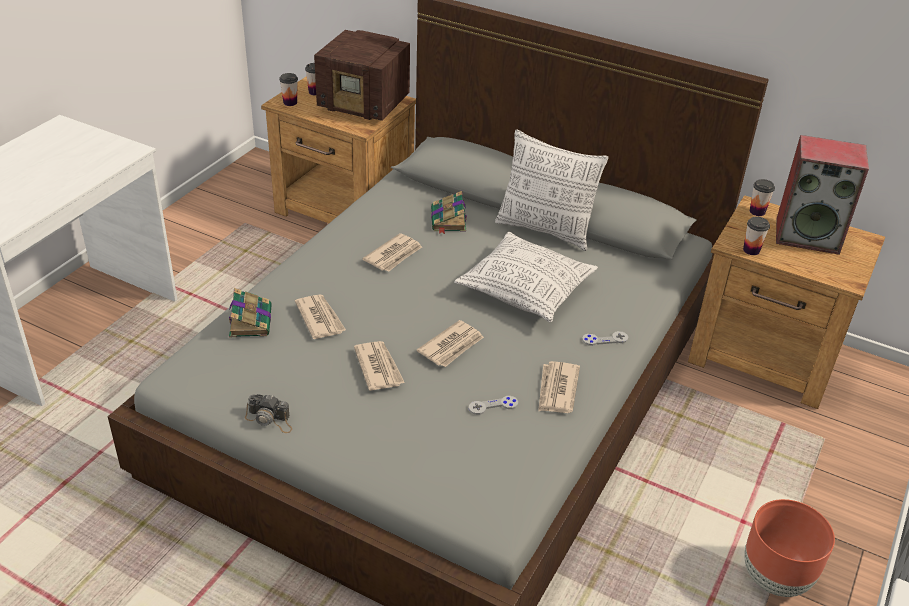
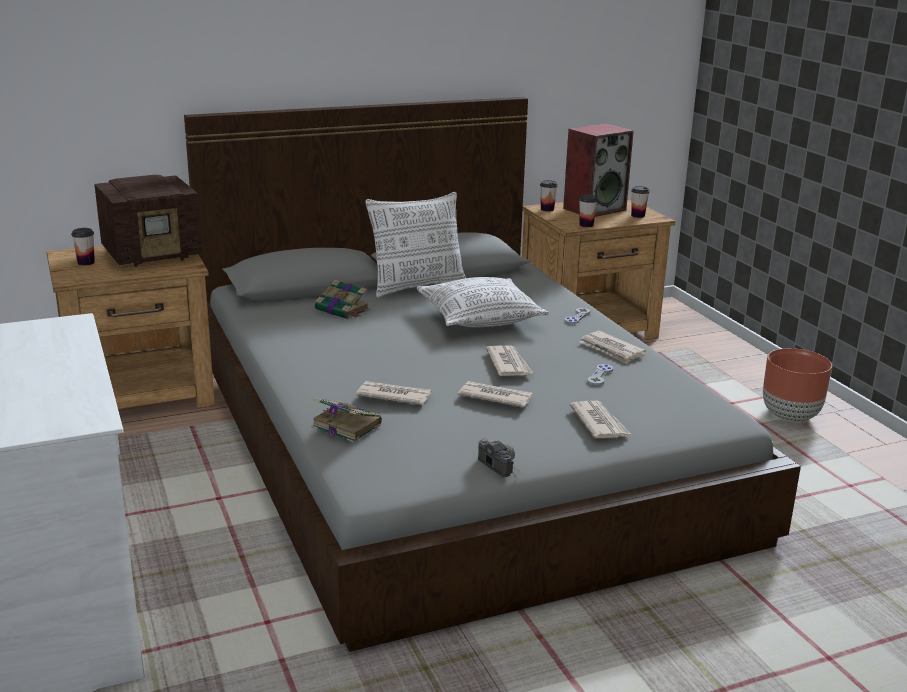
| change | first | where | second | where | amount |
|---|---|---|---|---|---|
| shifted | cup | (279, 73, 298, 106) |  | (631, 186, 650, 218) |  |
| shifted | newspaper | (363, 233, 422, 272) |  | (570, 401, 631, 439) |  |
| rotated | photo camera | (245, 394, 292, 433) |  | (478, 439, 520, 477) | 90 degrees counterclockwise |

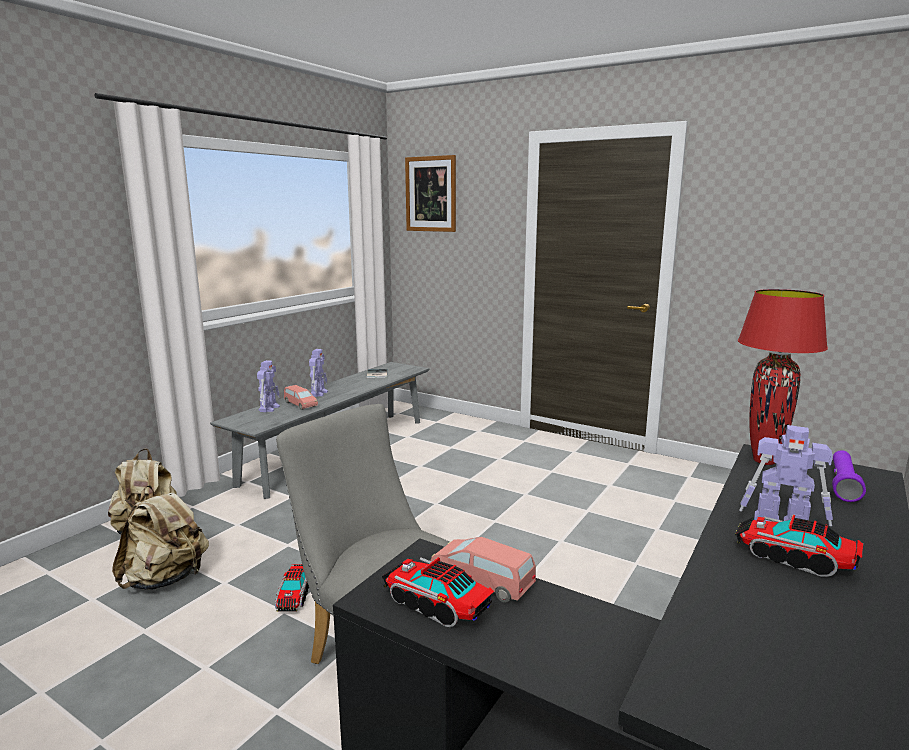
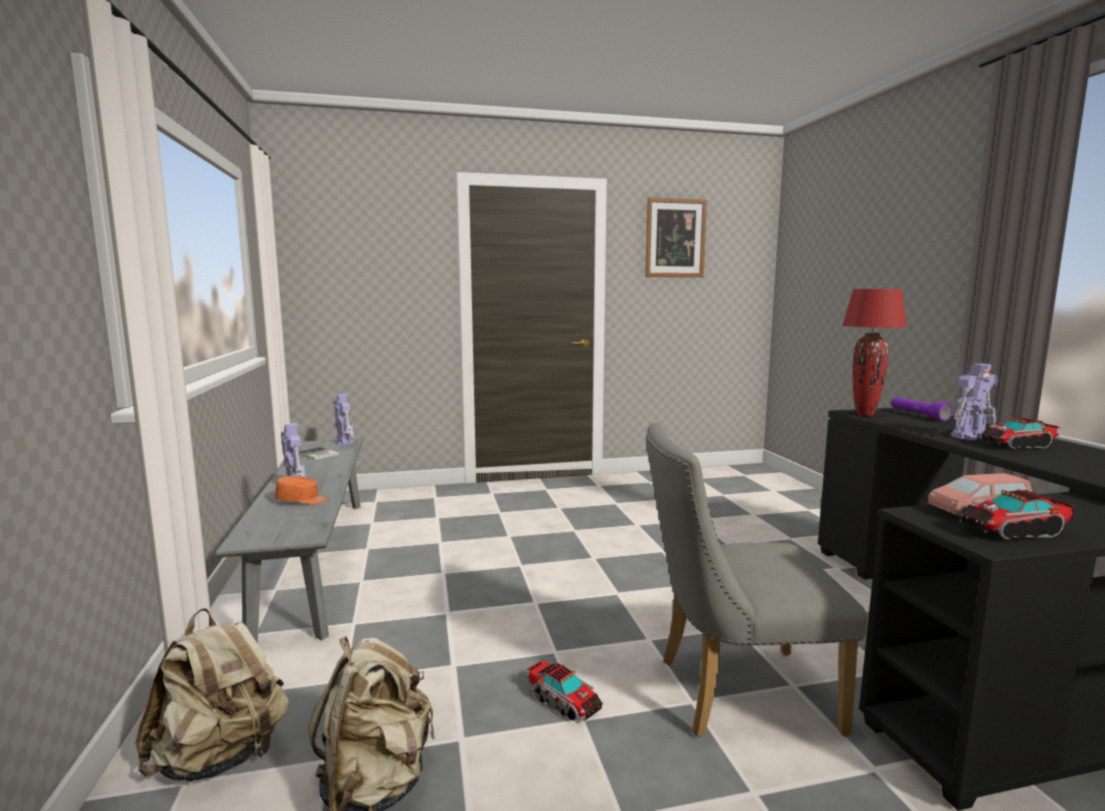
| change | first | where | second | where | amount |
|---|---|---|---|---|---|
| shifted | toy robot | (257, 360, 280, 412) |  | (333, 394, 354, 445) |  |
| shifted | picture | (405, 155, 456, 232) |  | (645, 197, 707, 277) |  |
| swapped | pink toy car | (284, 385, 318, 410) | orange cap | (275, 476, 327, 504) |  |

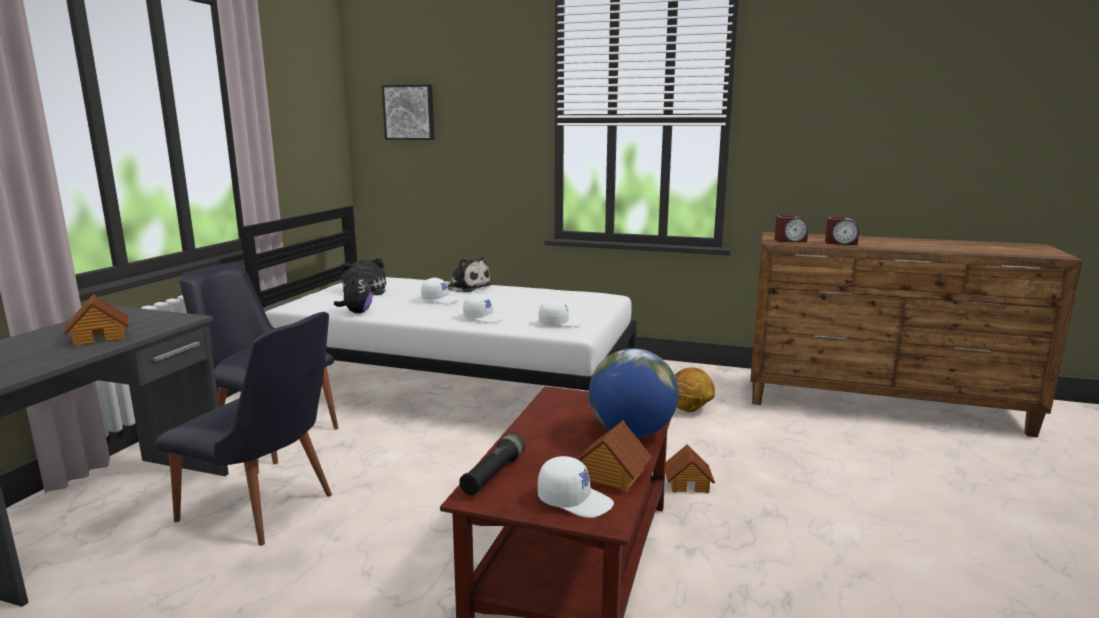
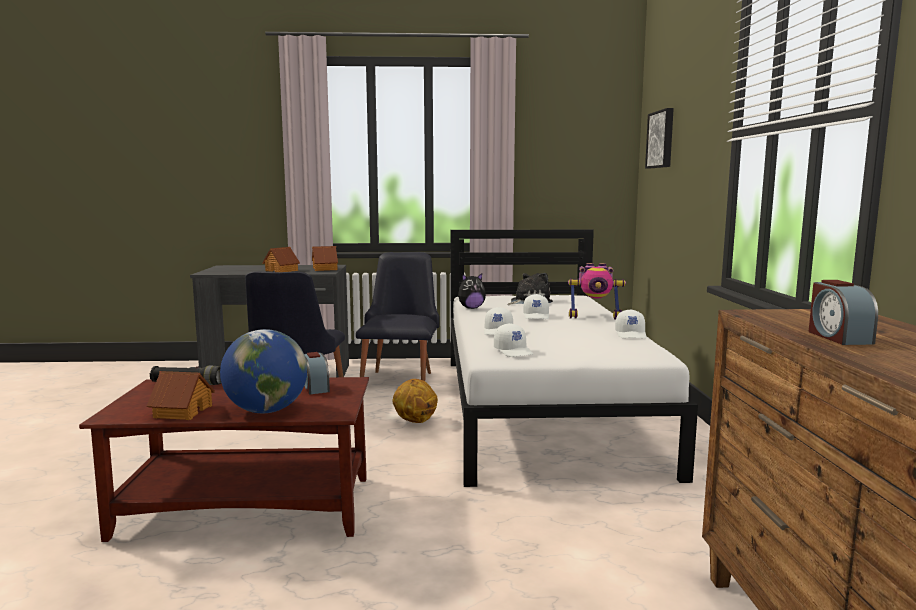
| change | first | where | second | where | amount |
|---|---|---|---|---|---|
| shifted | white cap | (538, 456, 614, 518) |  | (615, 309, 646, 339) |  |
| shifted | toy house | (665, 444, 715, 493) |  | (312, 246, 338, 271) |  |
| shifted | basketball | (675, 368, 715, 412) |  | (392, 379, 438, 423) |  |
| shifted | alarm clock | (774, 215, 808, 242) |  | (304, 352, 330, 395) |  |
| swapped | plush toy | (446, 257, 492, 292) | toy robot | (568, 263, 626, 319) |  |

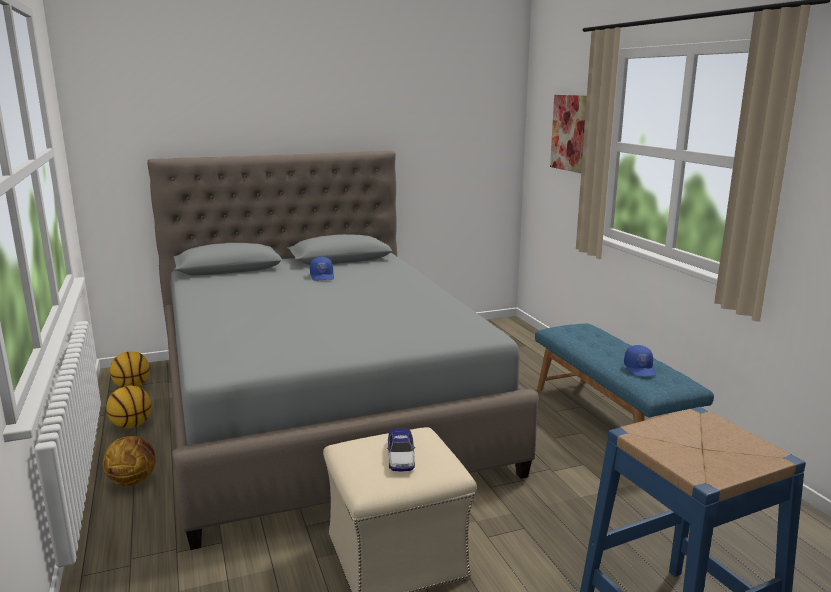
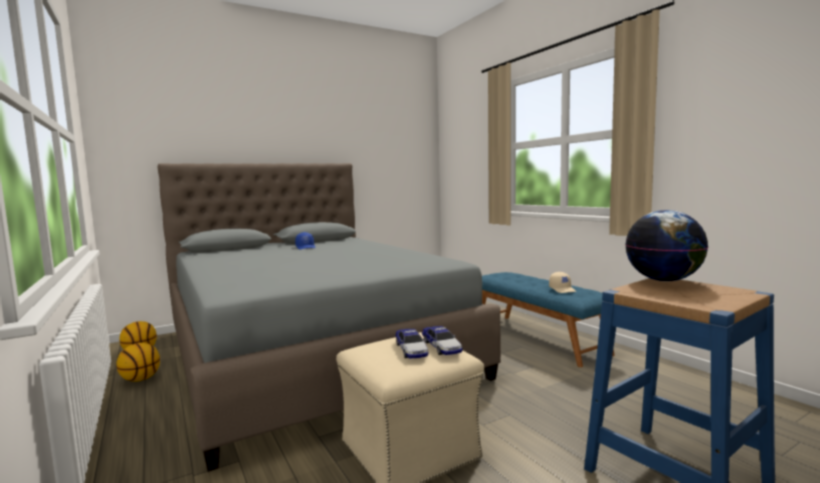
| change | first | where | second | where | amount |
|---|---|---|---|---|---|
| gone | basketball | (103, 436, 155, 486) |  |  |  |
| gone | picture | (550, 95, 587, 173) |  |  |  |
| new |  |  | toy car | (422, 326, 463, 355) |  |
| new |  |  | globe | (625, 210, 708, 281) |  |
| repainted | blue cap | (624, 345, 656, 377) | beige cap | (549, 272, 576, 293) |  |

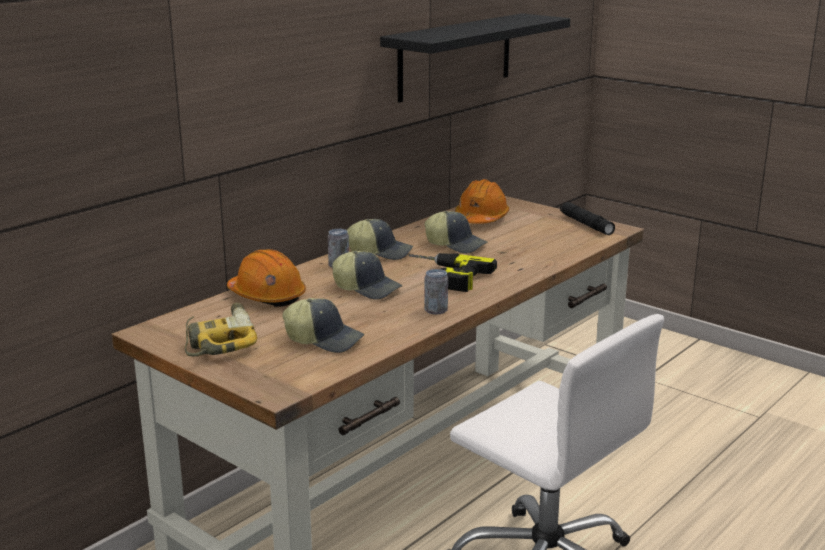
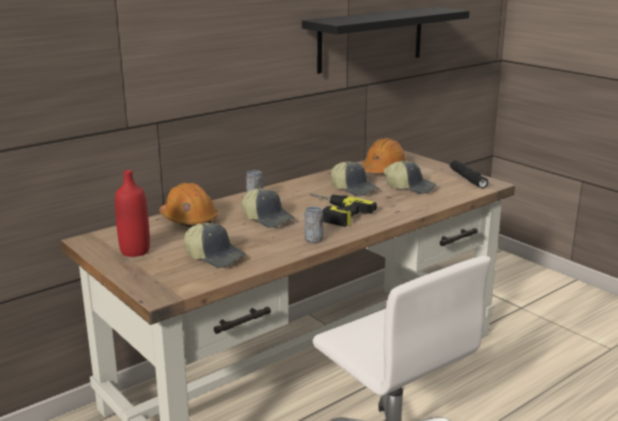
| change | first | where | second | where | amount |
|---|---|---|---|---|---|
| shifted | cap | (347, 219, 413, 260) |  | (384, 161, 437, 194) |  |
| swapped | power drill | (185, 302, 257, 356) | red bottle | (115, 170, 150, 257) |  |

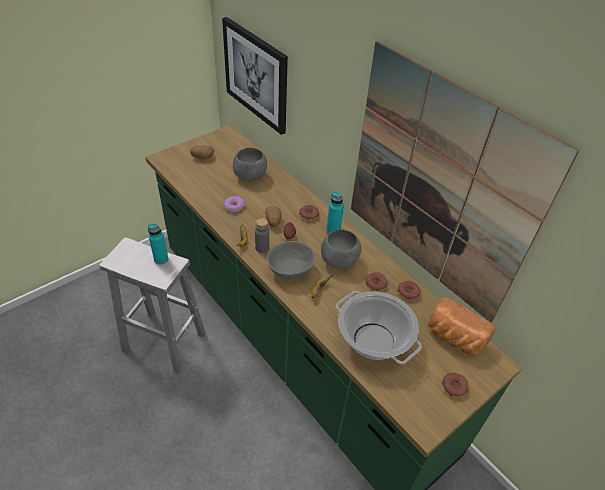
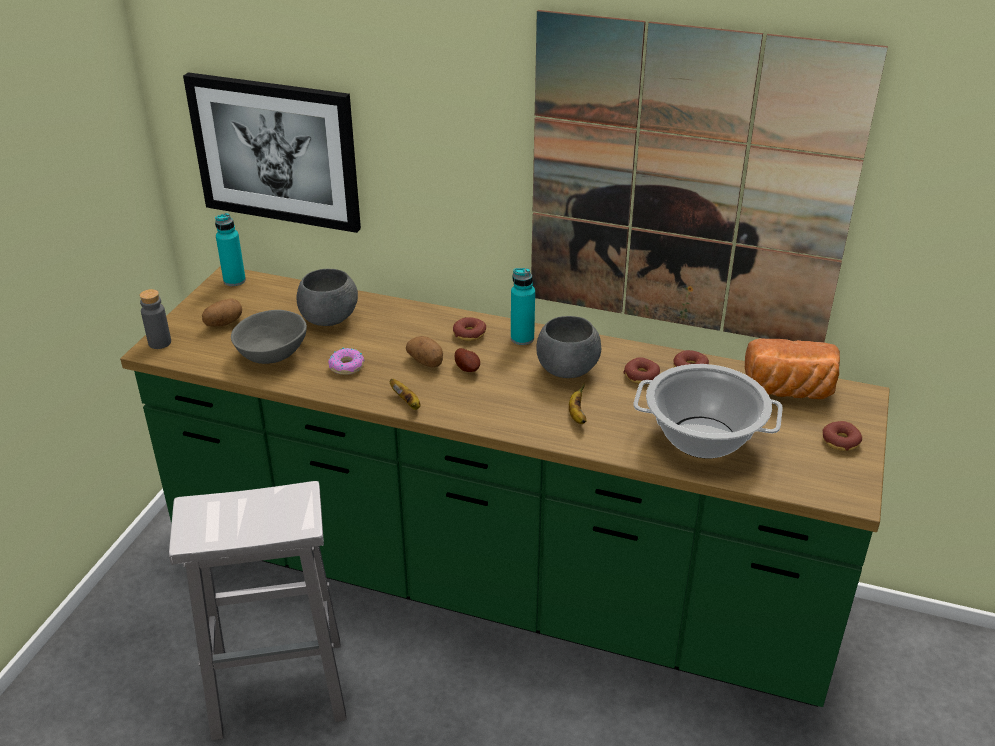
| change | first | where | second | where | amount |
|---|---|---|---|---|---|
| shifted | turquoise bottle | (148, 224, 168, 265) |  | (215, 213, 246, 286) |  |
| shifted | grey bottle | (255, 218, 269, 253) |  | (139, 289, 171, 349) |  |
| shifted | grey bowl | (267, 241, 315, 279) |  | (231, 310, 307, 364) |  |

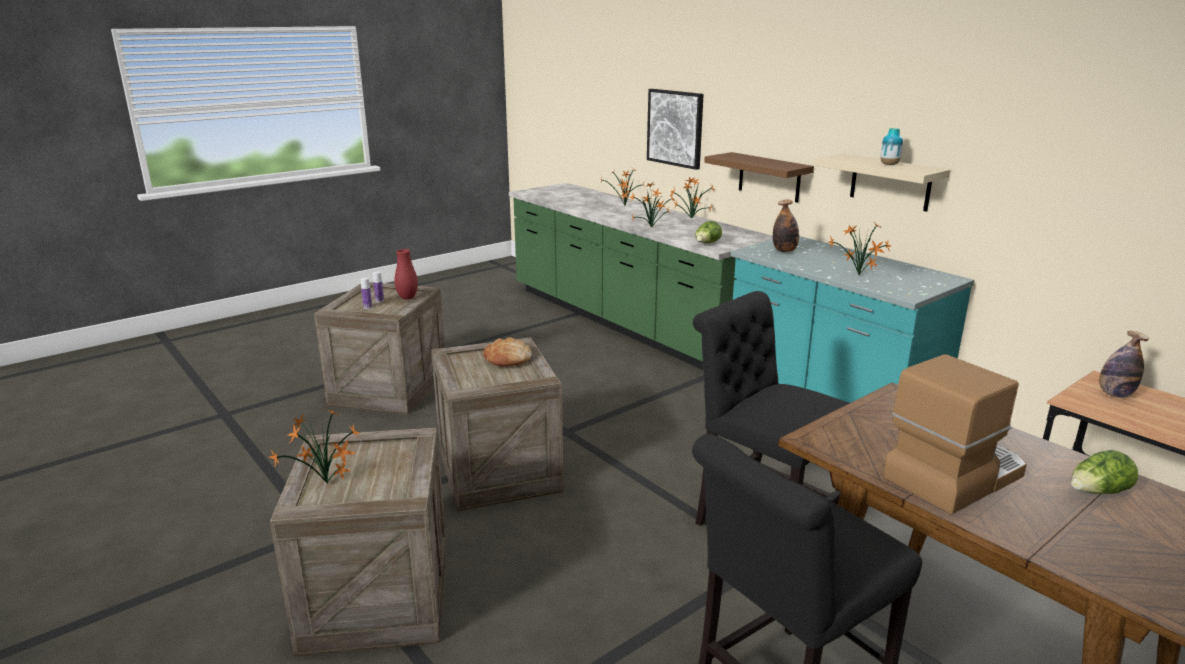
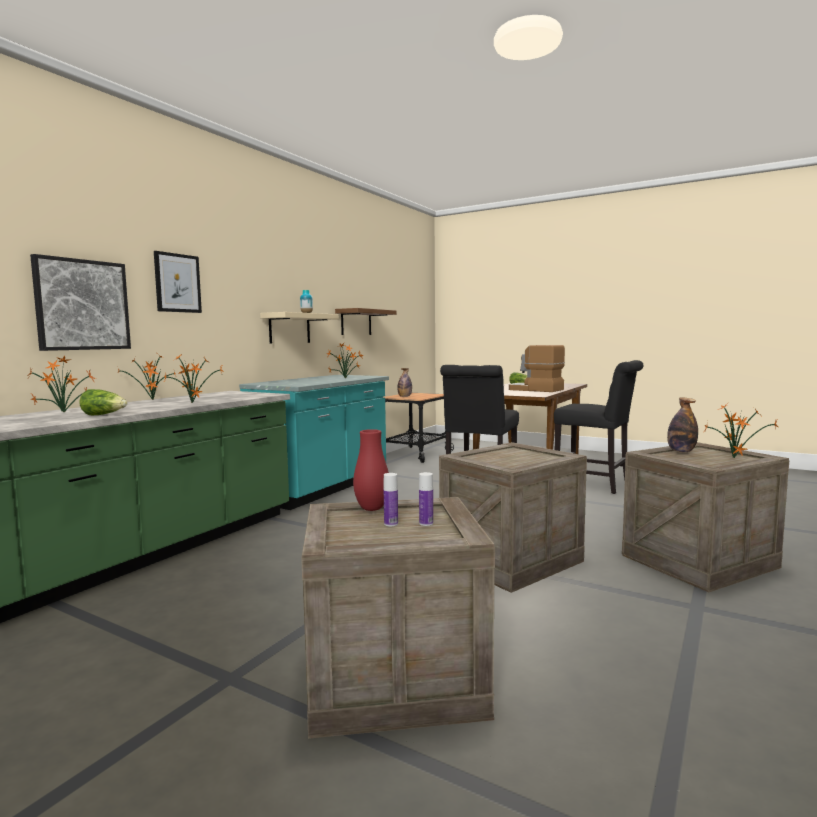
| change | first | where | second | where | amount |
|---|---|---|---|---|---|
| gone | bread | (483, 338, 532, 366) |  |  |  |
| new |  |  | picture | (154, 251, 202, 313) |  |
| shifted | lettuce | (695, 221, 722, 243) |  | (79, 389, 127, 415) |  |
| shifted | brown shelf | (704, 152, 814, 203) |  | (335, 308, 397, 335) |  |
| shifted | bottle | (773, 200, 799, 252) |  | (667, 398, 698, 452) |  |

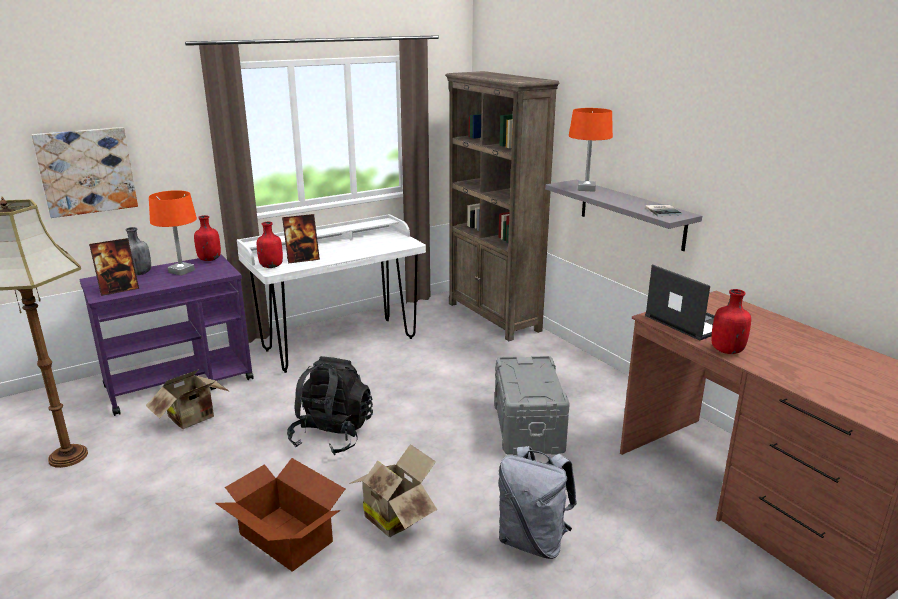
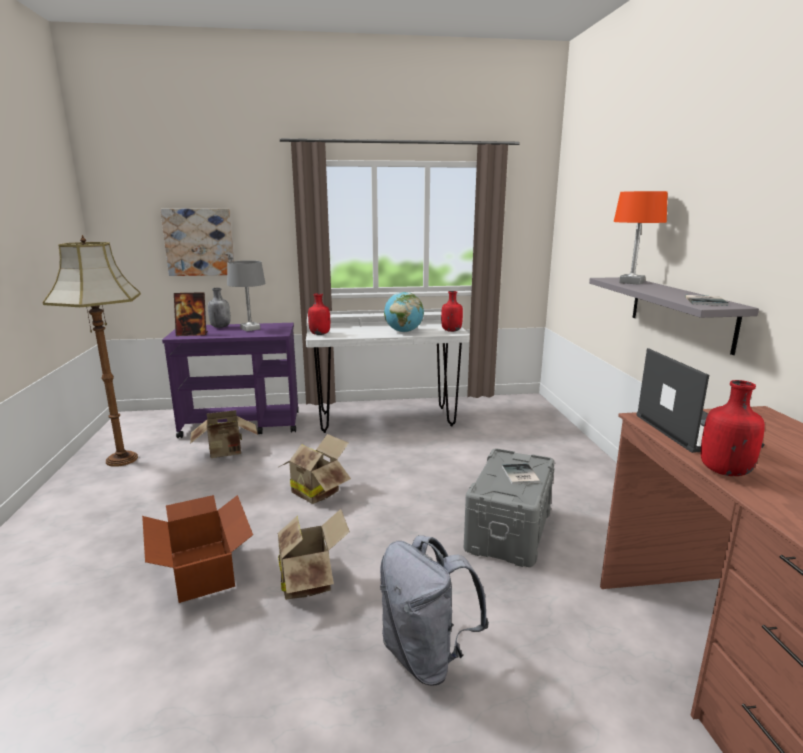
| change | first | where | second | where | amount |
|---|---|---|---|---|---|
| gone | picture frame | (282, 214, 320, 263) |  |  |  |
| gone | brown bookcase | (445, 71, 559, 341) |  |  |  |
| new |  |  | globe | (384, 292, 424, 332) |  |
| new |  |  | book | (502, 464, 540, 484) |  |
| shifted | red bottle | (194, 215, 221, 261) |  | (441, 291, 463, 332) |  |
| swapped | black backpack | (287, 356, 373, 455) | cardboard box | (279, 434, 351, 504) |  |
| repainted | orange table lamp | (149, 190, 197, 276) | grey table lamp | (227, 260, 266, 331) |  |

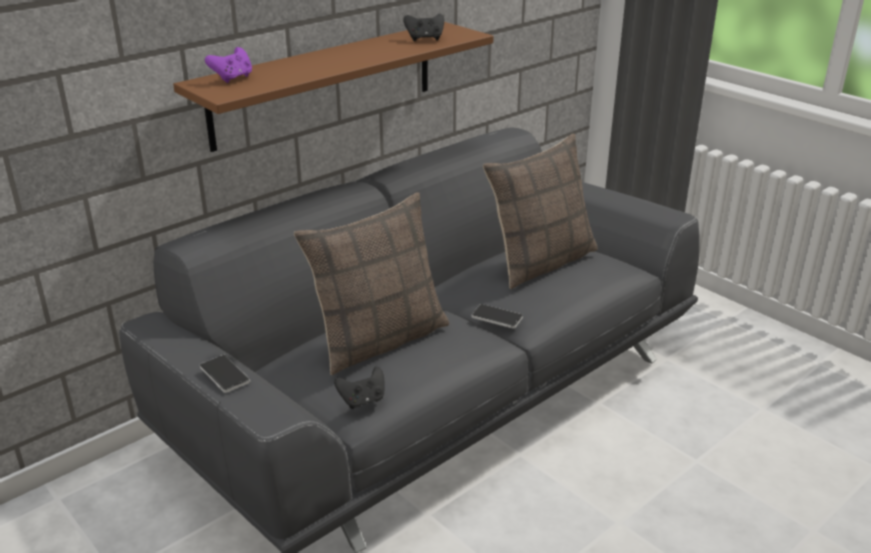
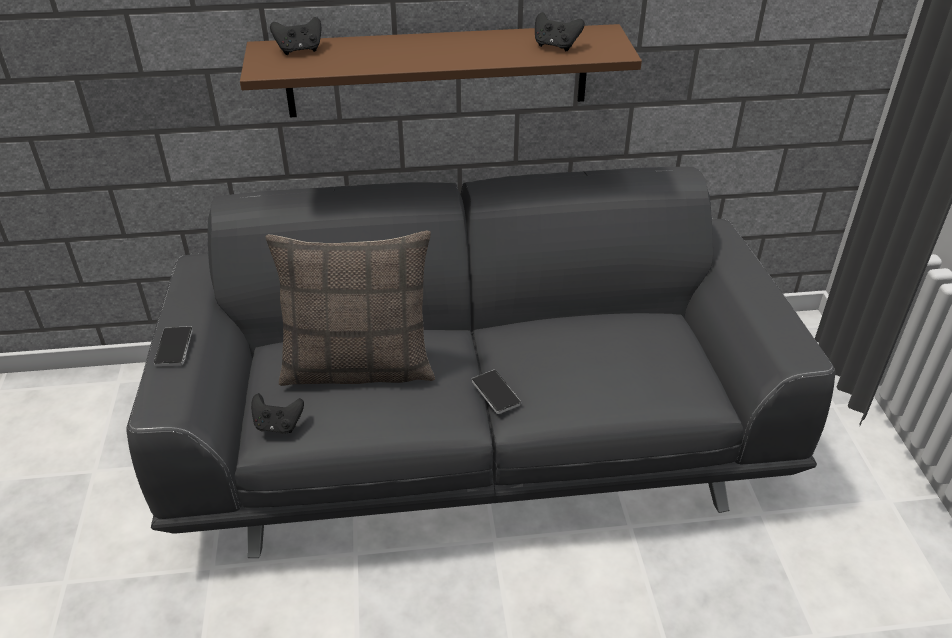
| change | first | where | second | where | amount |
|---|---|---|---|---|---|
| gone | pillow | (483, 134, 598, 289) |  |  |  |
| repainted | purple game controller | (205, 47, 252, 83) | black game controller | (270, 17, 321, 55) |  |

